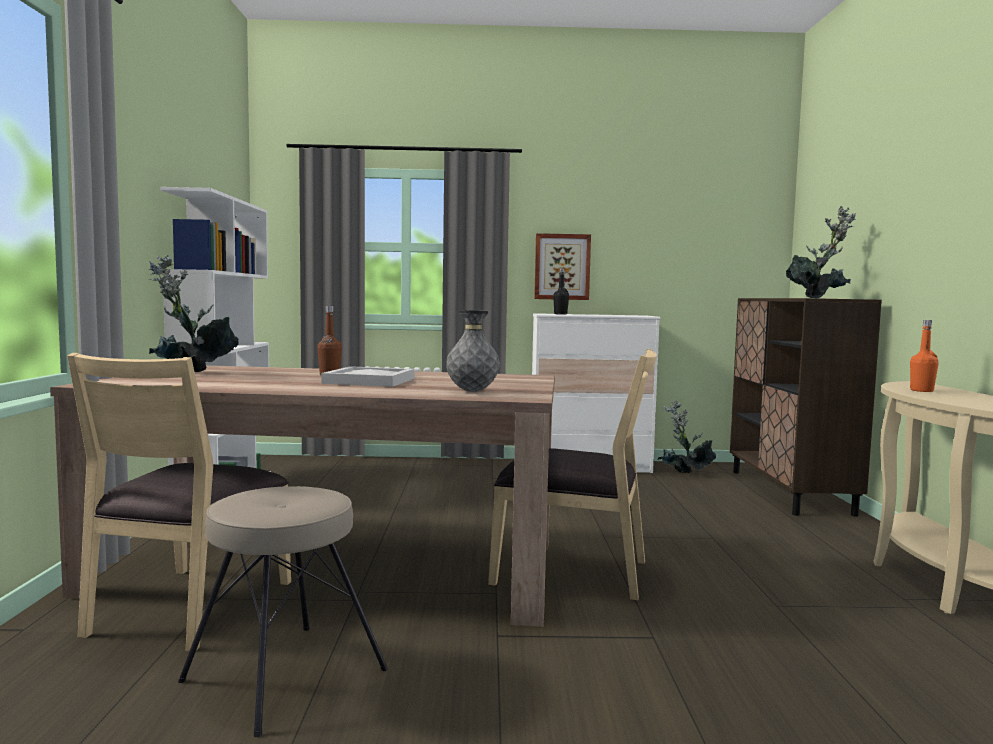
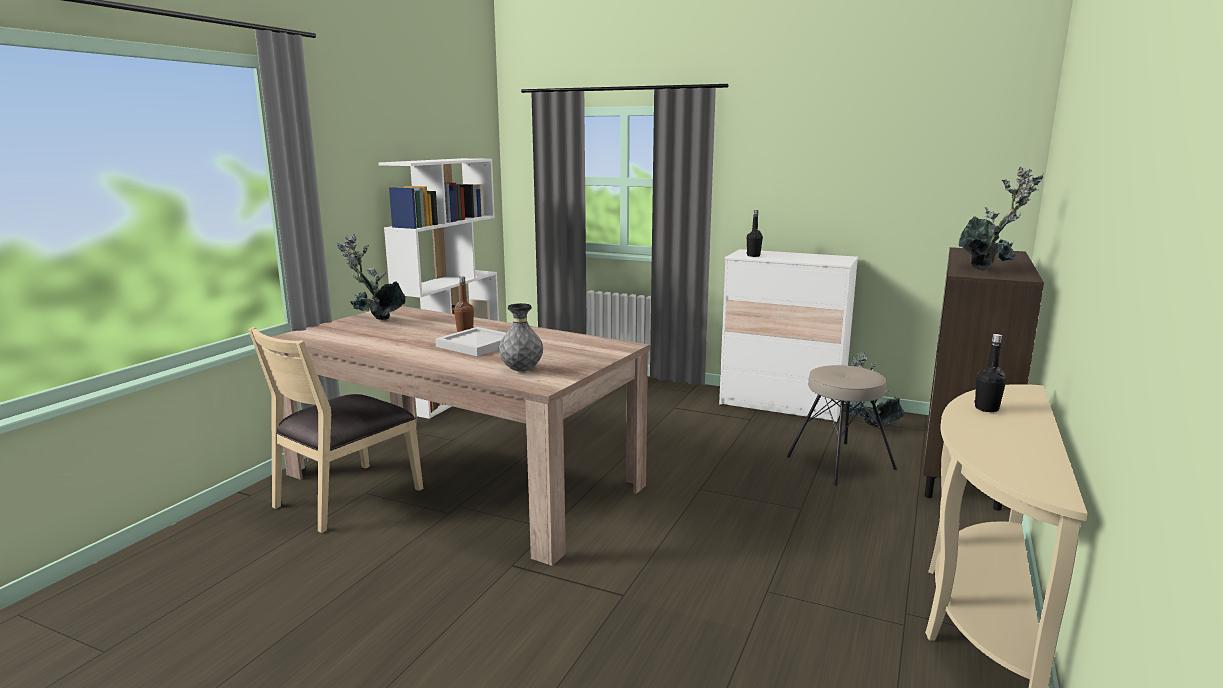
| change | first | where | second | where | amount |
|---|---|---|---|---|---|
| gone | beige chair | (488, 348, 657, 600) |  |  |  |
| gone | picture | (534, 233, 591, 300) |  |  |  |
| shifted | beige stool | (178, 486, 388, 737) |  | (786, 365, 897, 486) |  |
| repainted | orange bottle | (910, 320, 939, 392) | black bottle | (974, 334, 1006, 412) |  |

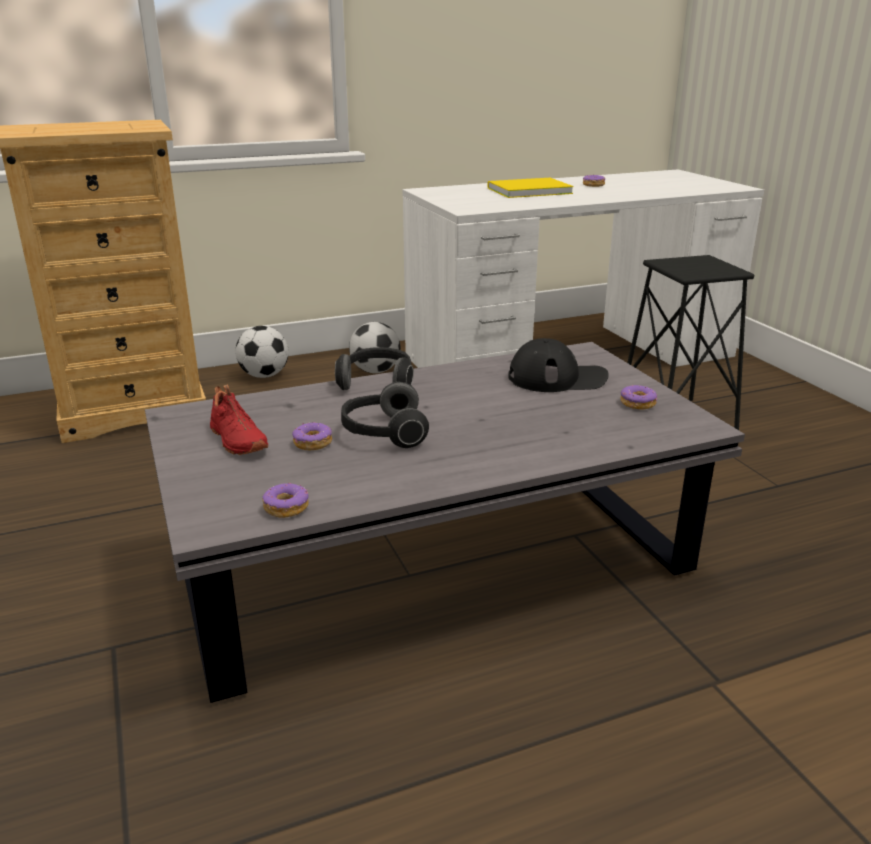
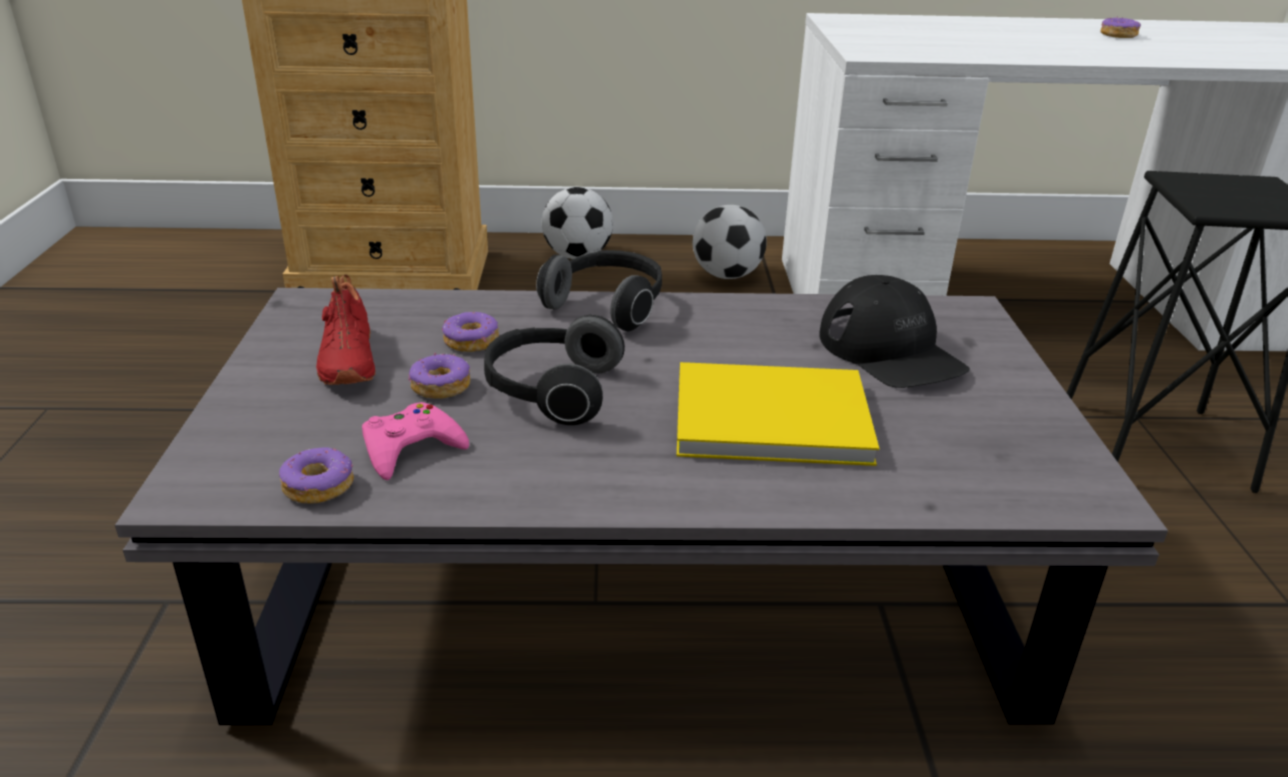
| change | first | where | second | where | amount |
|---|---|---|---|---|---|
| new |  |  | pink game controller | (362, 402, 469, 480) |  |
| shifted | yellow book | (487, 178, 574, 198) |  | (677, 362, 879, 466) |  |
| shifted | donut | (620, 385, 657, 410) |  | (442, 312, 499, 352) |  |
| rotated | black cap | (508, 338, 609, 392) |  | (819, 275, 970, 388) | 45 degrees clockwise |

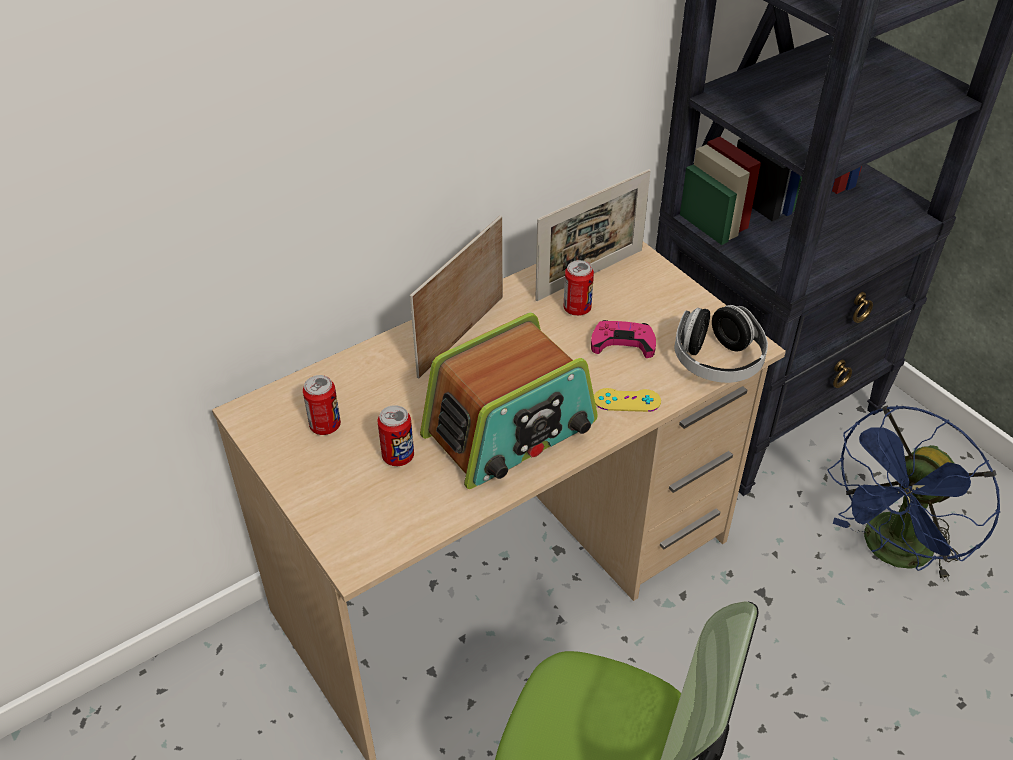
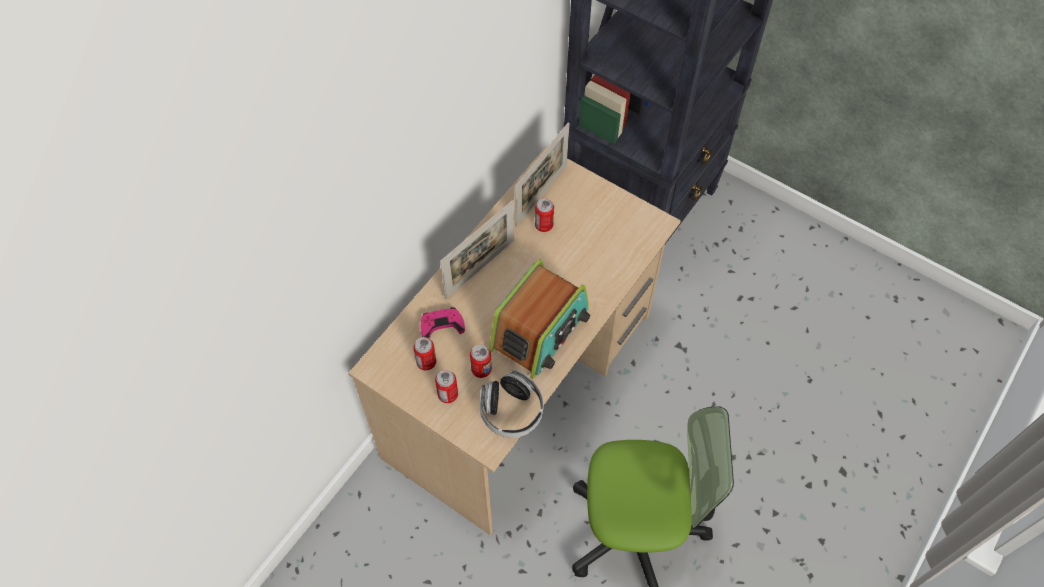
| change | first | where | second | where | amount |
|---|---|---|---|---|---|
| gone | yellow game controller | (594, 388, 661, 412) |  |  |  |
| gone | blue fan | (827, 406, 1000, 582) |  |  |  |
| new |  |  | can | (435, 370, 458, 403) |  |
| shifted | pink game controller | (591, 320, 656, 358) |  | (420, 307, 465, 339) |  |
| shifted | headphones | (674, 305, 768, 383) |  | (480, 370, 544, 438) |  |
| rotated | picture frame | (410, 215, 503, 378) |  | (440, 200, 514, 299) | 150 degrees counterclockwise |

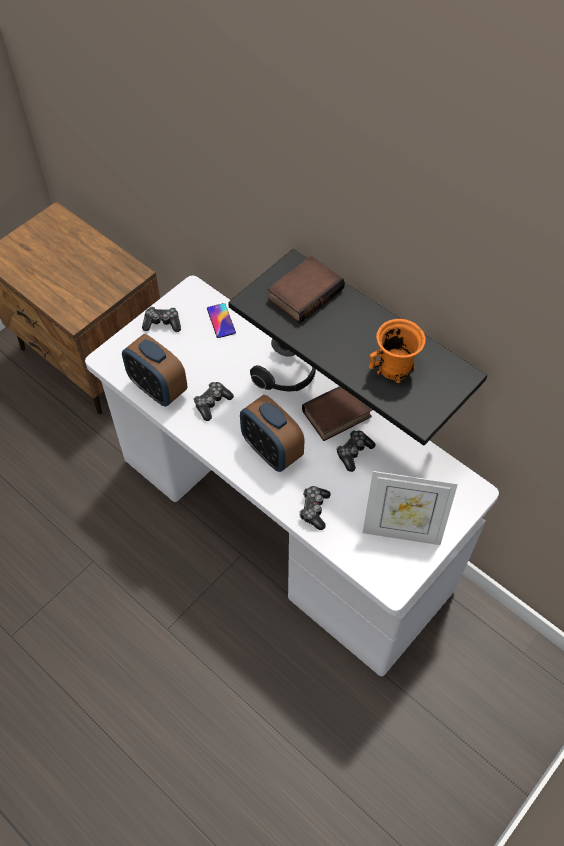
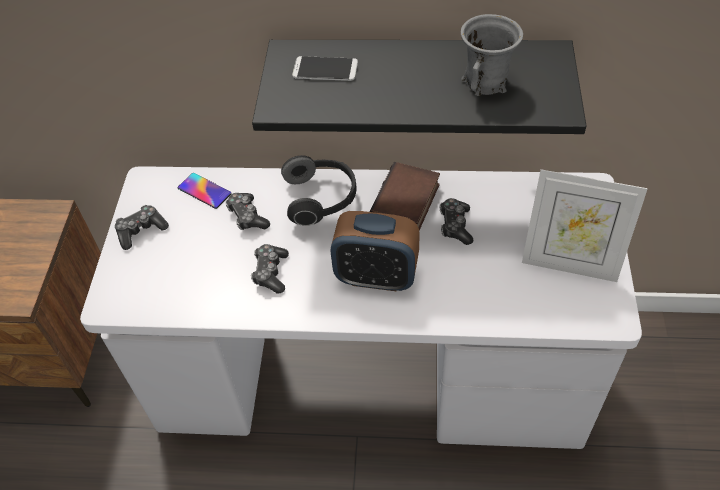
| change | first | where | second | where | amount |
|---|---|---|---|---|---|
| gone | alarm clock | (122, 334, 187, 407) |  |  |  |
| shifted | game controller | (299, 486, 331, 530) |  | (225, 193, 270, 230) |  |
| swapped | book | (268, 256, 345, 323) | phone | (292, 56, 358, 81) |  |
| repainted | orange mug | (369, 319, 426, 383) | grey mug | (461, 14, 523, 96) |  |
| rotated | picture frame | (363, 471, 458, 545) |  | (522, 169, 648, 282) | 45 degrees clockwise |

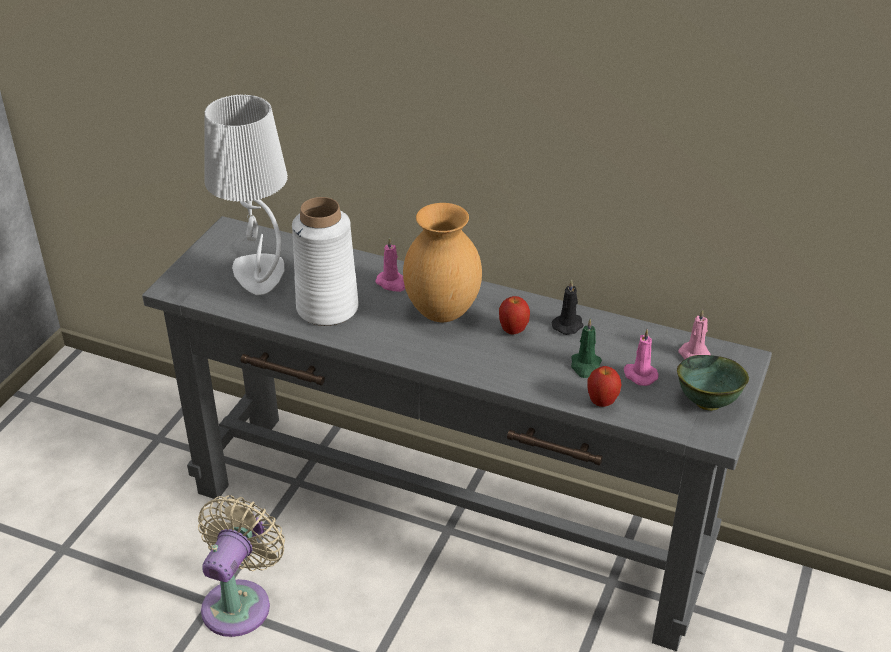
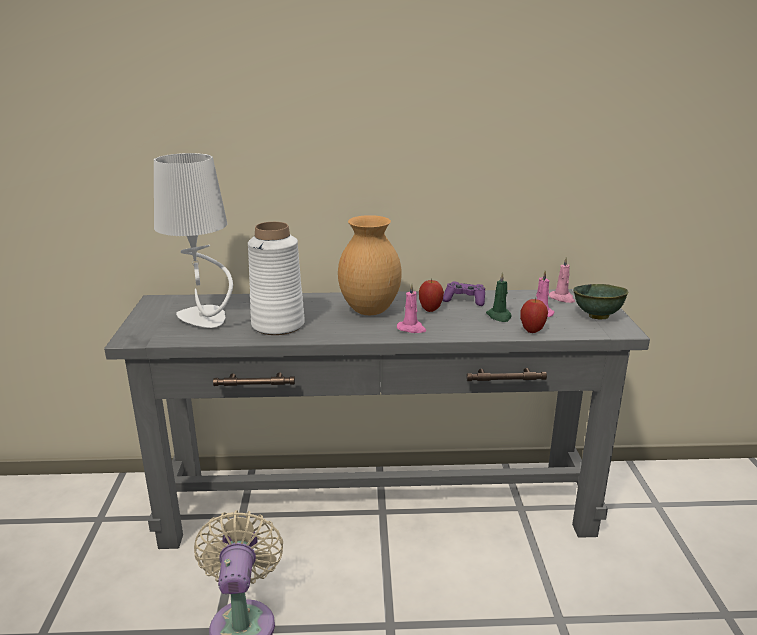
| change | first | where | second | where | amount |
|---|---|---|---|---|---|
| shifted | pink candle | (375, 237, 405, 292) |  | (397, 283, 426, 333) |  |
| swapped | black candle | (551, 280, 584, 335) | purple game controller | (443, 281, 485, 306) |  |

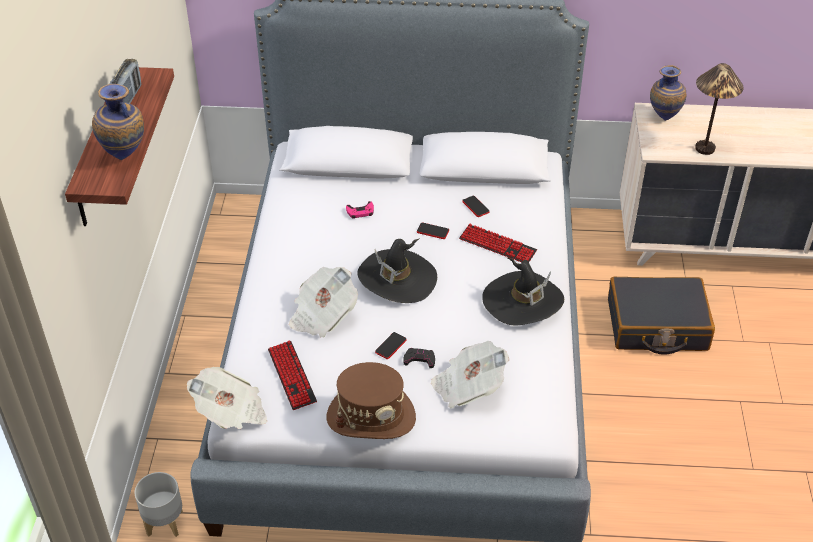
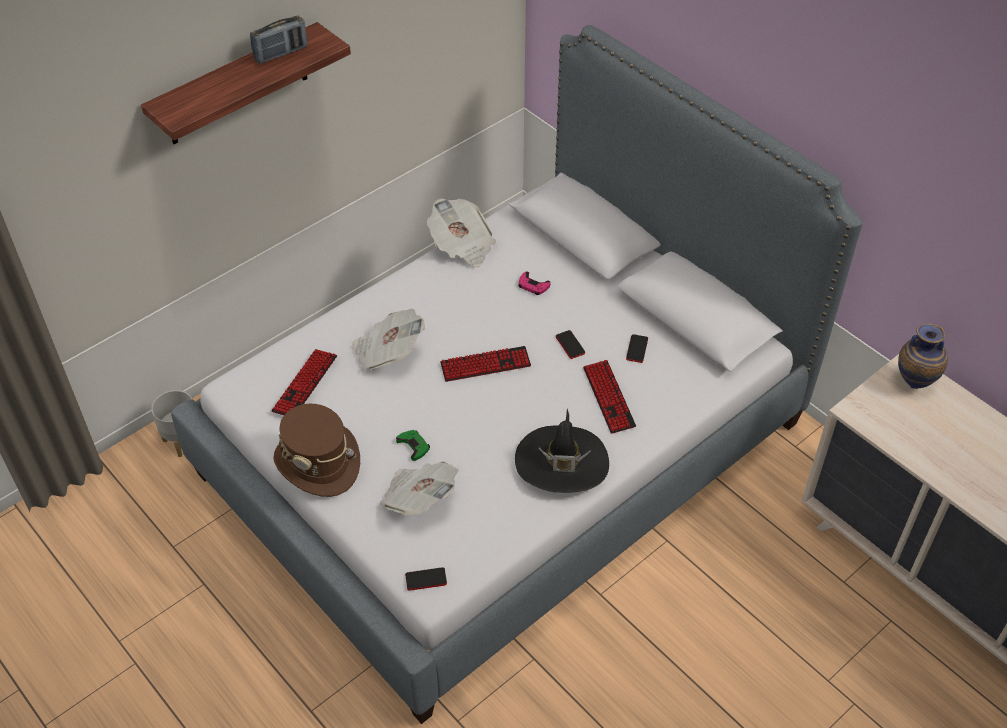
| change | first | where | second | where | amount |
|---|---|---|---|---|---|
| gone | vase | (92, 84, 144, 160) |  |  |  |
| gone | black suitcase | (608, 277, 715, 355) |  |  |  |
| gone | table lamp | (695, 63, 744, 155) |  |  |  |
| shifted | newspaper | (187, 367, 267, 429) |  | (427, 198, 496, 268) |  |
| shifted | phone | (375, 332, 407, 359) |  | (405, 567, 447, 591) |  |
| swapped | black hat | (357, 238, 437, 303) | keyboard | (440, 346, 531, 382) |  |
| repainted | black game controller | (403, 348, 435, 368) | green game controller | (396, 430, 430, 461) |  |

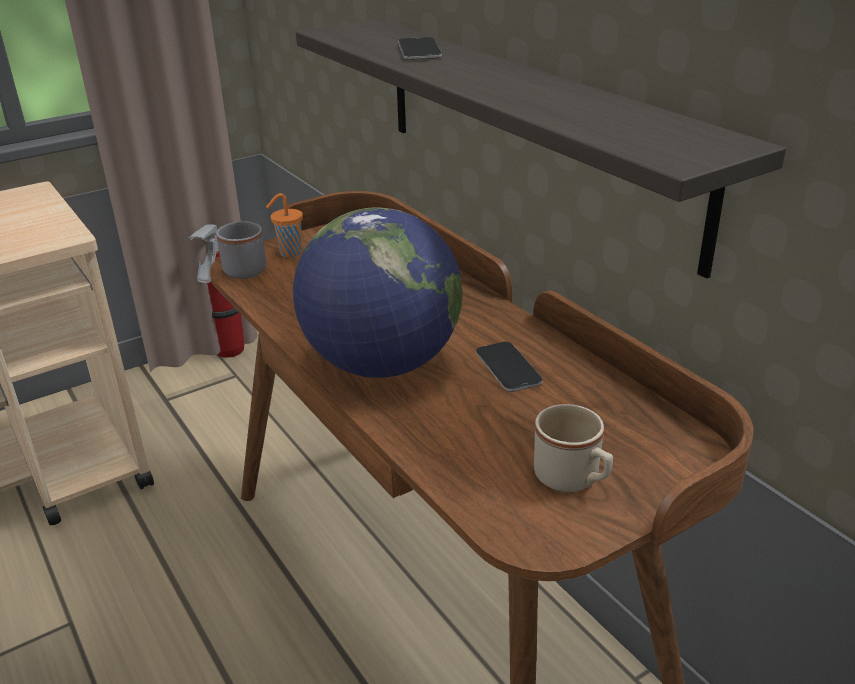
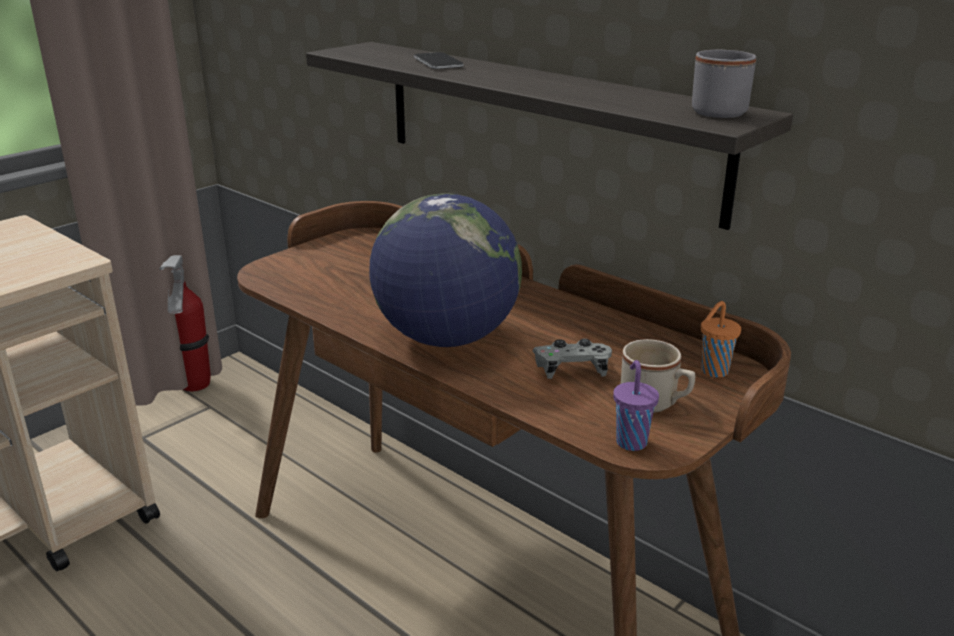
| change | first | where | second | where | amount |
|---|---|---|---|---|---|
| gone | phone | (476, 342, 543, 392) |  |  |  |
| new |  |  | grey game controller | (533, 339, 612, 379) |  |
| new |  |  | purple cup | (613, 360, 659, 451) |  |
| shifted | grey mug | (216, 221, 266, 279) |  | (692, 50, 756, 118) |  |
| shifted | orange cup | (266, 193, 303, 257) |  | (701, 301, 741, 377) |  |

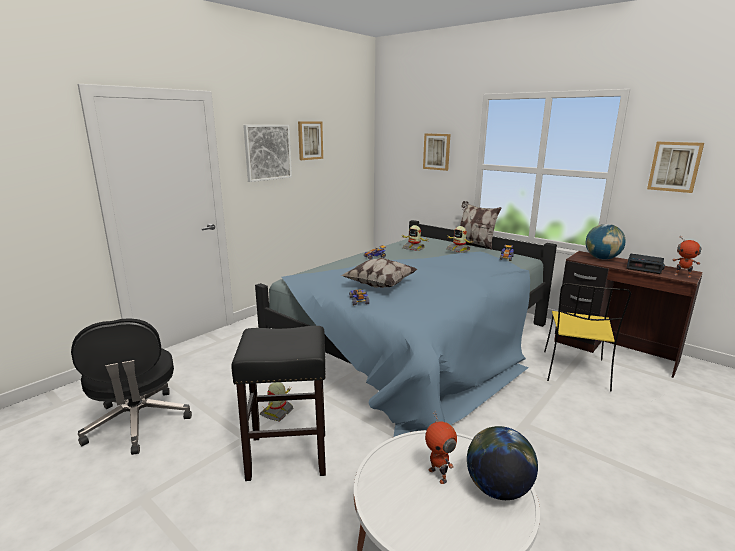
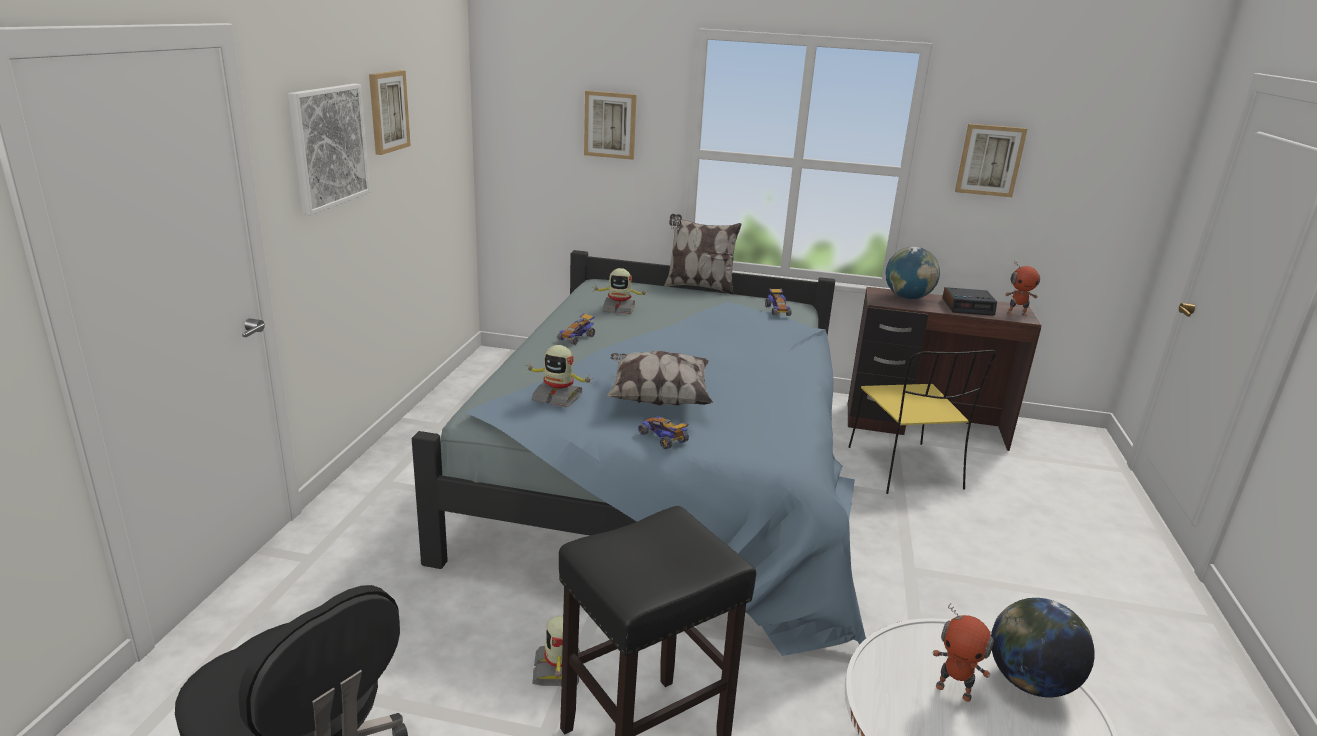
| change | first | where | second | where | amount |
|---|---|---|---|---|---|
| shifted | toy robot | (447, 226, 472, 253) |  | (525, 345, 592, 408) |  |

